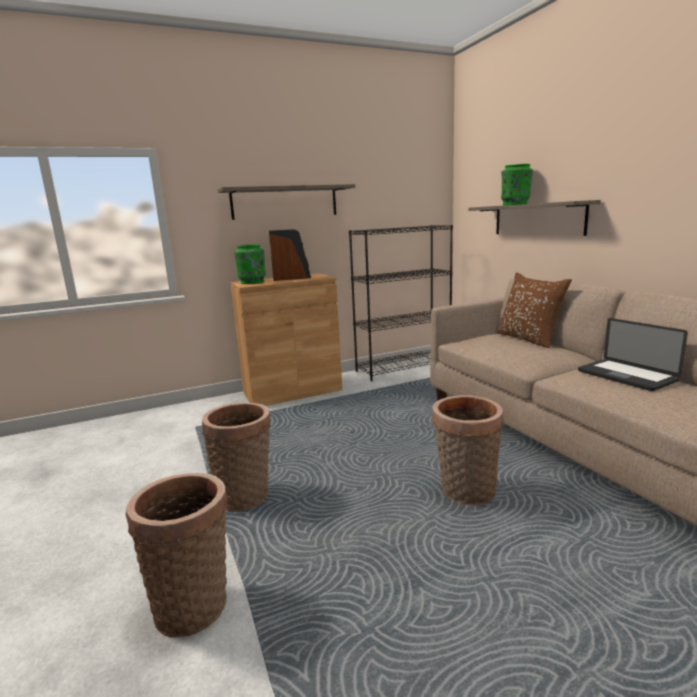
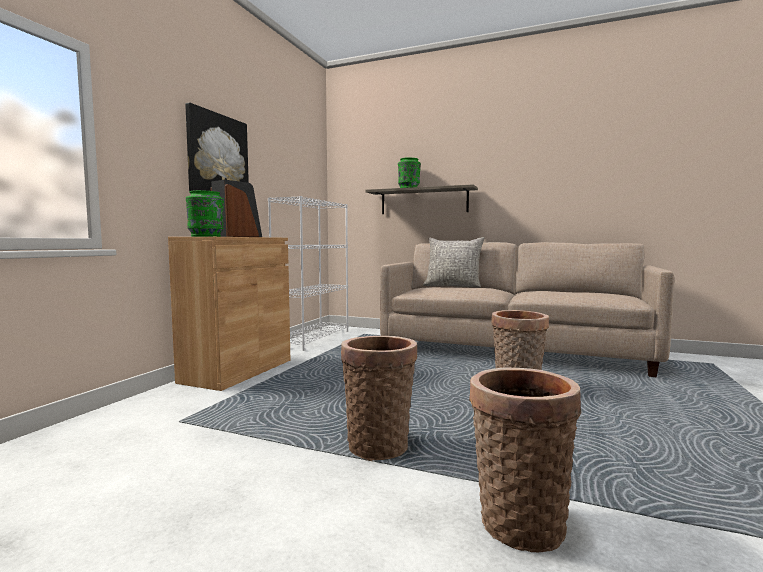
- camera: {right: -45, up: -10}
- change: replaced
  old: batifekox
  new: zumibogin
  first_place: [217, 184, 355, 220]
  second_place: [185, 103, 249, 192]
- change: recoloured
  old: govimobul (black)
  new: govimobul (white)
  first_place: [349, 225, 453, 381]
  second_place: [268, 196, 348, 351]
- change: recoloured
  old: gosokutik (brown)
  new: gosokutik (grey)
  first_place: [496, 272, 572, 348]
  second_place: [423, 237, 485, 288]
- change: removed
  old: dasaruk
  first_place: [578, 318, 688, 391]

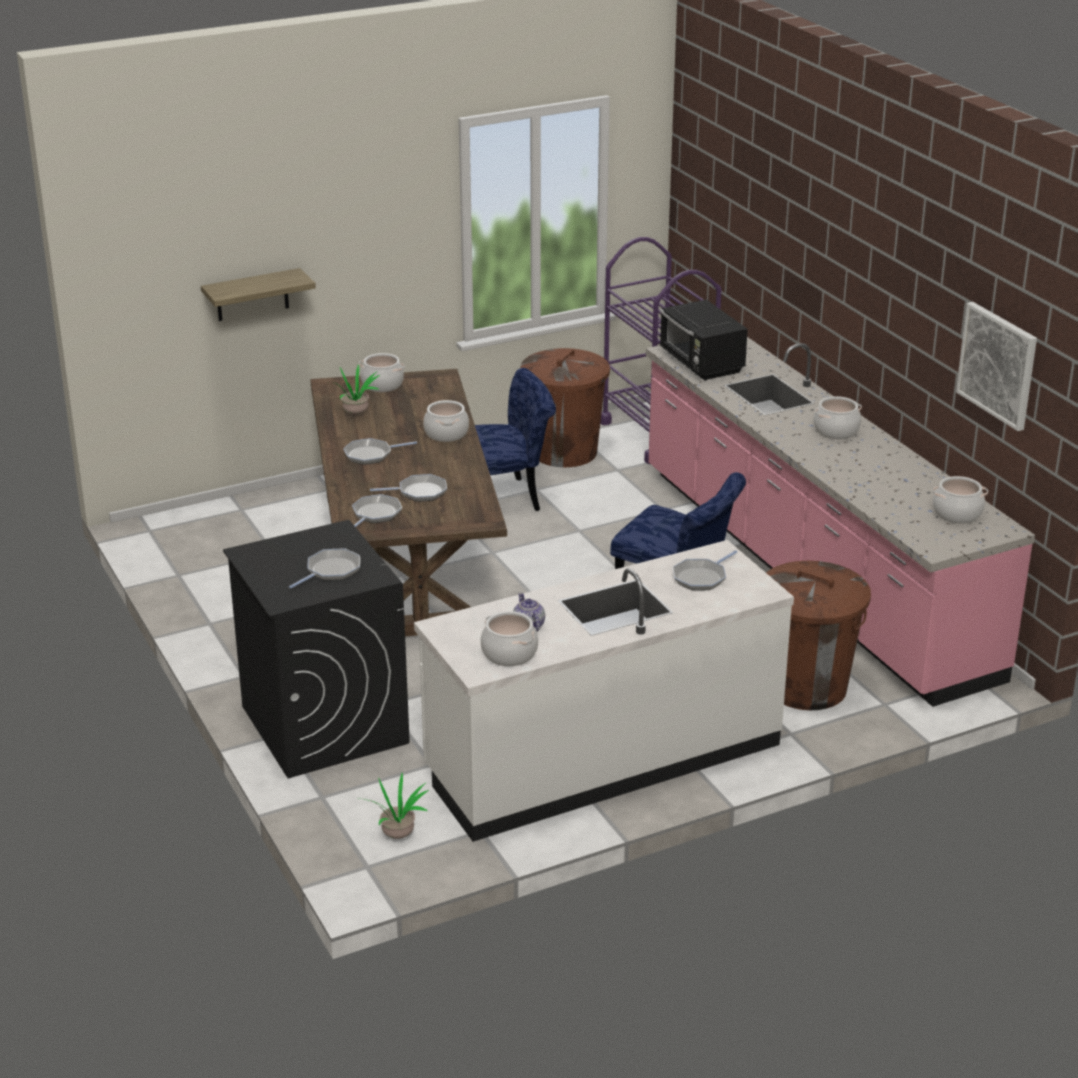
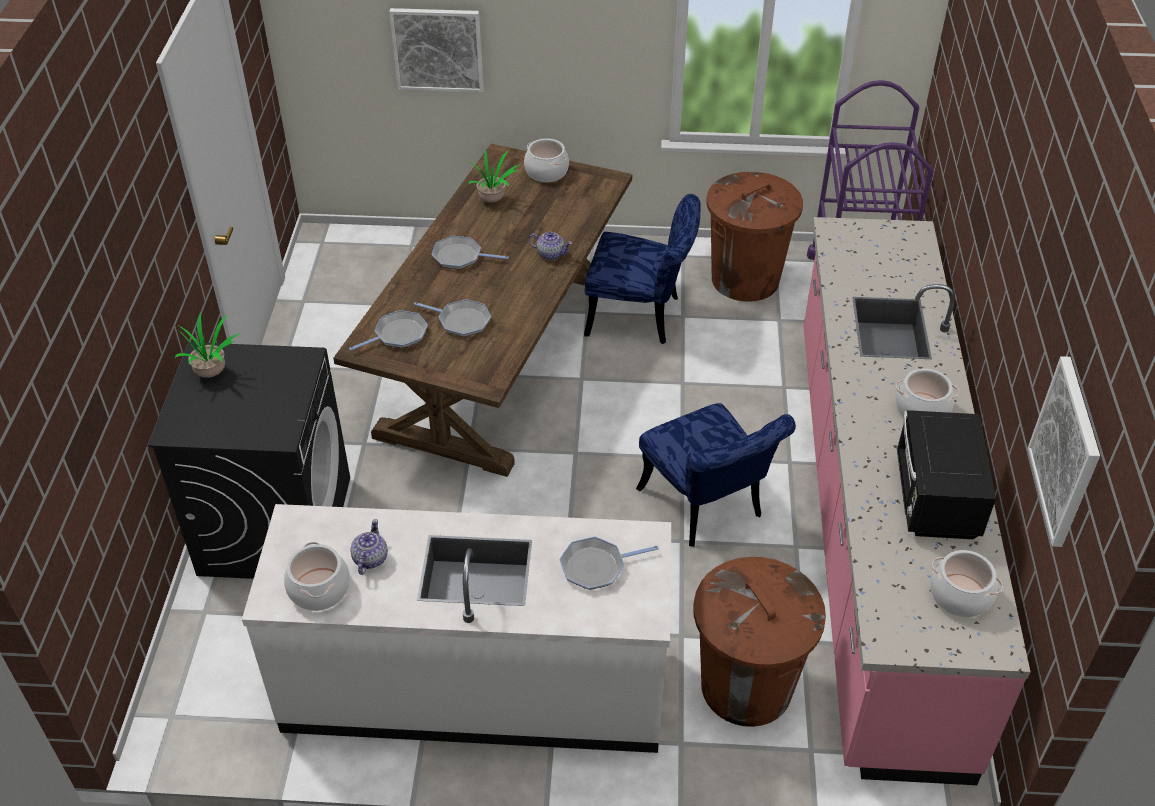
- camera: {right: 30, up: 15}
- change: replaced
  old: batifekox
  new: zumibogin
  first_place: [201, 268, 316, 321]
  second_place: [389, 8, 484, 92]
- change: removed
  old: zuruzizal
  first_place: [289, 549, 360, 589]
- change: moved
  old: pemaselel
  first_place: [364, 773, 429, 839]
  second_place: [175, 312, 240, 378]
- change: replaced
  old: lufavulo
  new: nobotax
  first_place: [423, 400, 469, 442]
  second_place: [529, 232, 572, 260]
- change: moved
  old: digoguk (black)
  first_place: [660, 300, 748, 380]
  second_place: [897, 410, 996, 539]

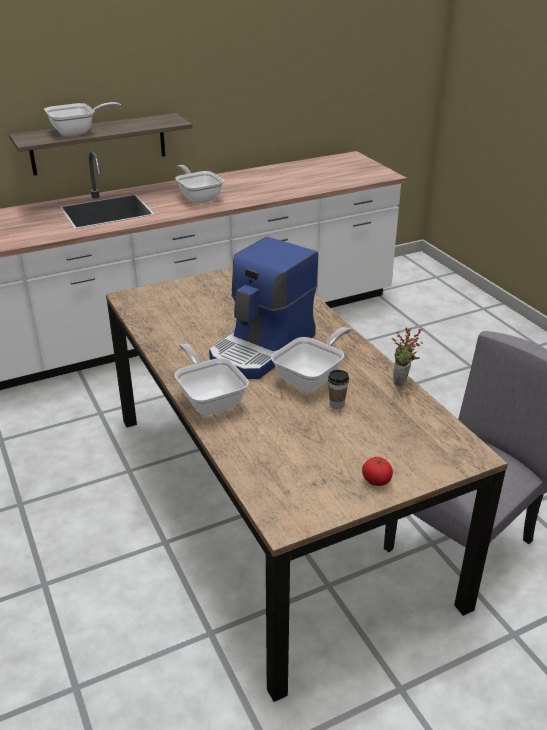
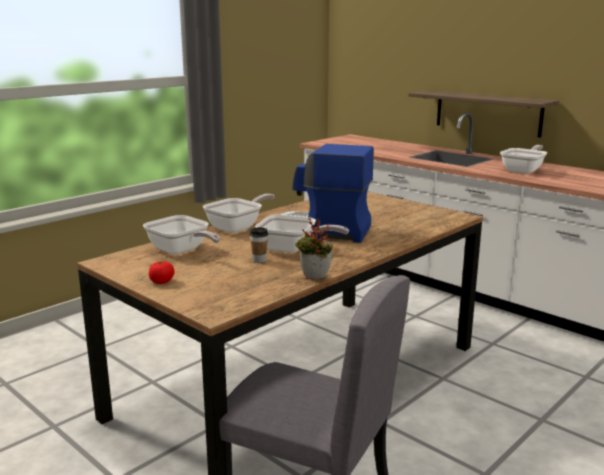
- camera: {right: 70, up: -15}
- change: moved
  old: zuruzizal
  first_place: [44, 102, 122, 136]
  second_place: [143, 215, 220, 255]

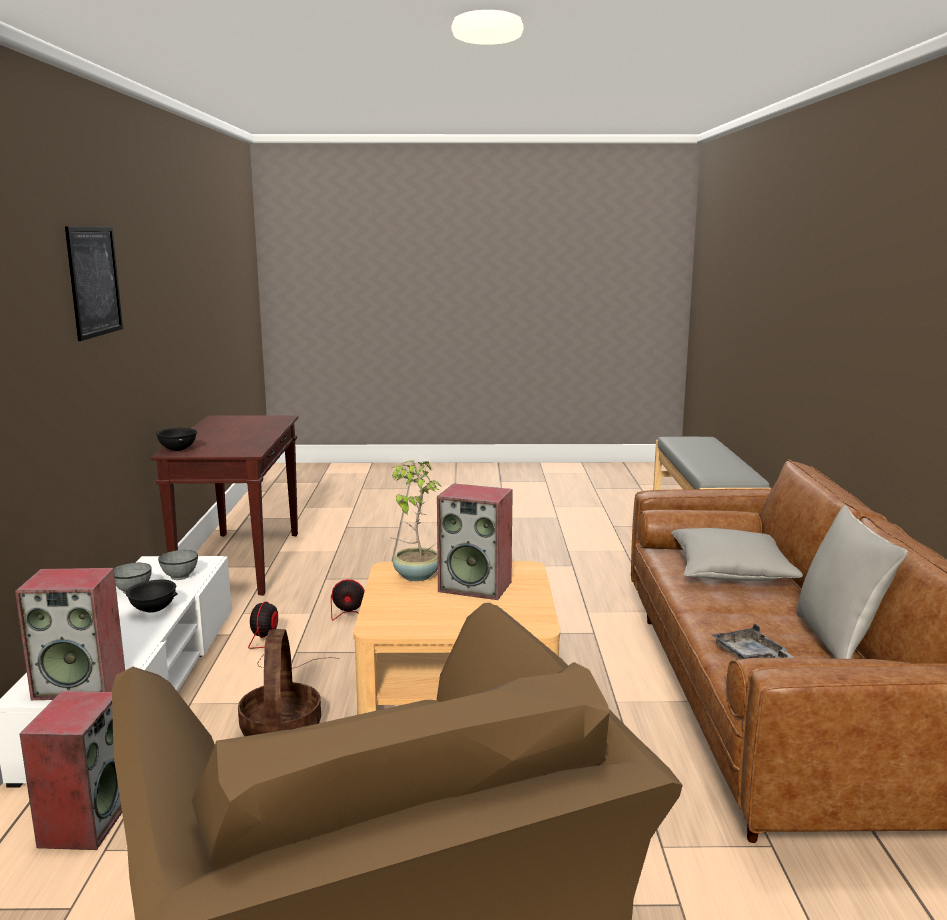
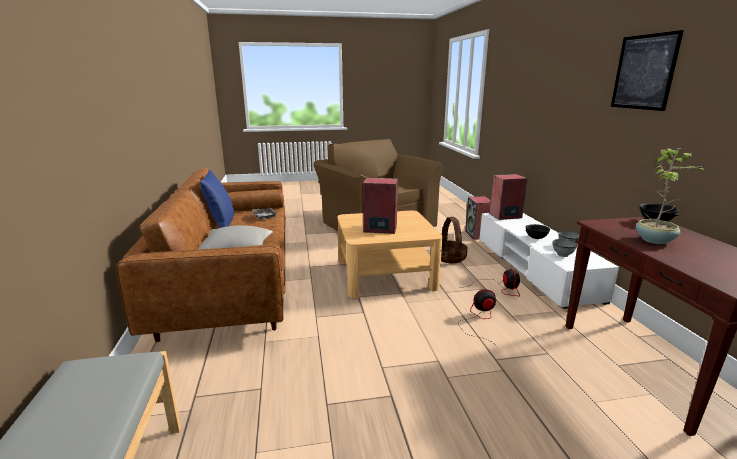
- camera: {right: 170, up: 5}
- change: moved
  old: pemaselel
  first_place: [392, 460, 442, 581]
  second_place: [636, 148, 707, 244]
- change: recoloured
  old: gosokutik (grey)
  new: gosokutik (blue)
  first_place: [796, 505, 908, 659]
  second_place: [200, 170, 235, 228]

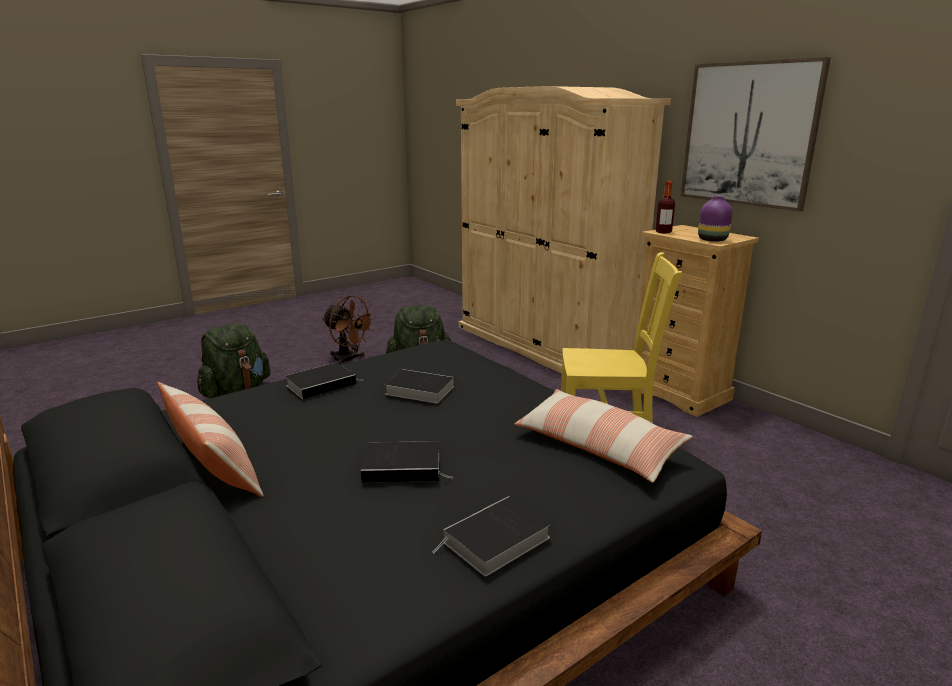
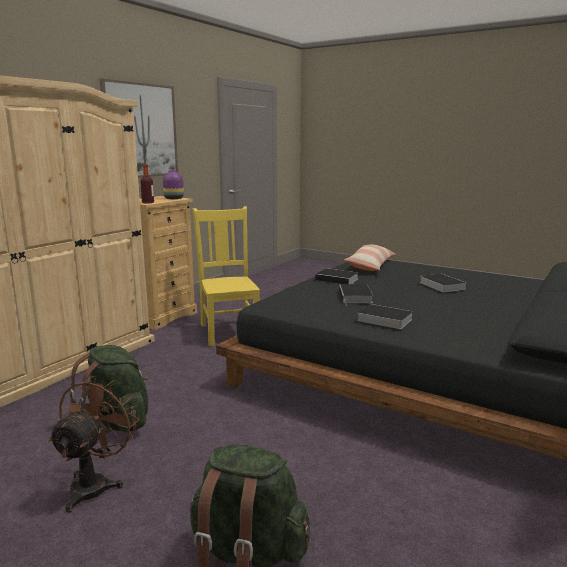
- camera: {right: -110, up: -5}
- change: removed
  old: gosokutik
  first_place: [158, 382, 264, 497]
- change: moved
  old: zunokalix
  first_place: [432, 496, 551, 576]
  second_place: [315, 268, 358, 284]

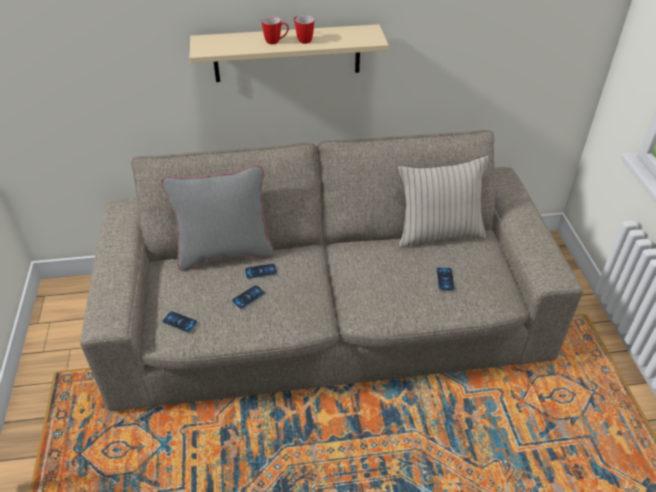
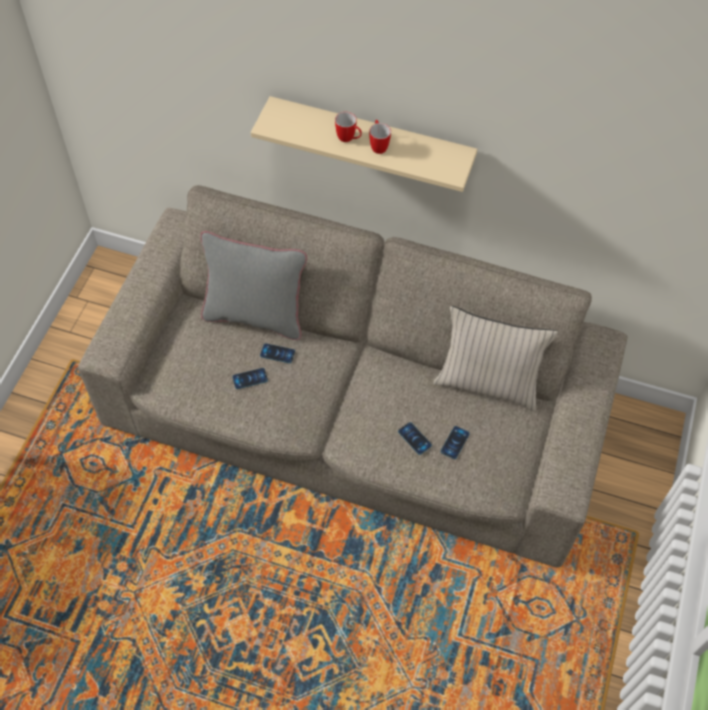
- camera: {right: 25, up: 15}
- change: moved
  old: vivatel
  first_place: [162, 311, 197, 333]
  second_place: [398, 422, 432, 455]

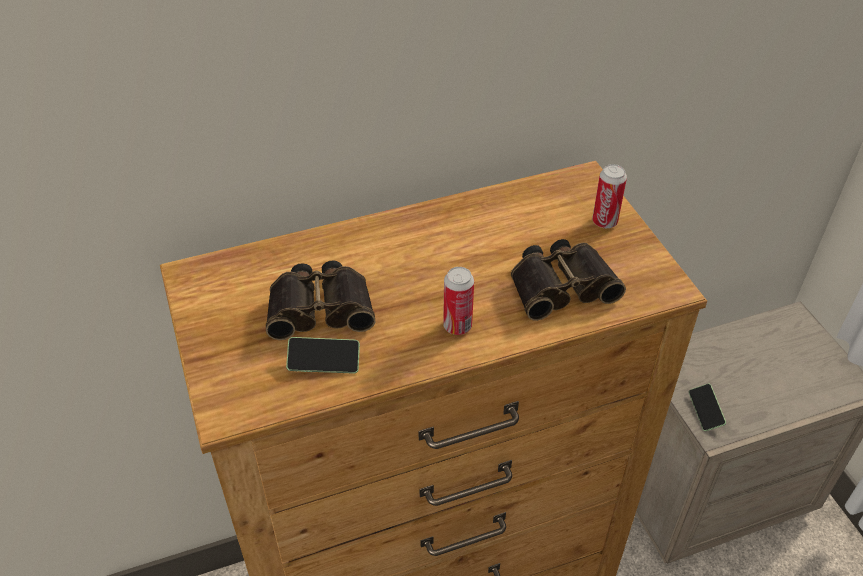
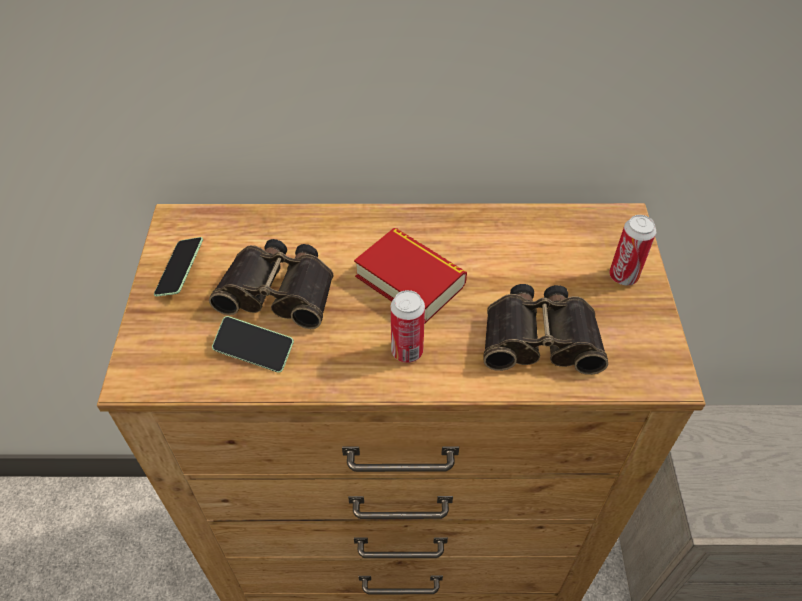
- camera: {right: 20, up: 5}
- change: moved
  old: vivatel
  first_place: [689, 384, 726, 431]
  second_place: [154, 237, 203, 297]
- change: added
  new: zunokalix
  second_place: [354, 228, 467, 324]

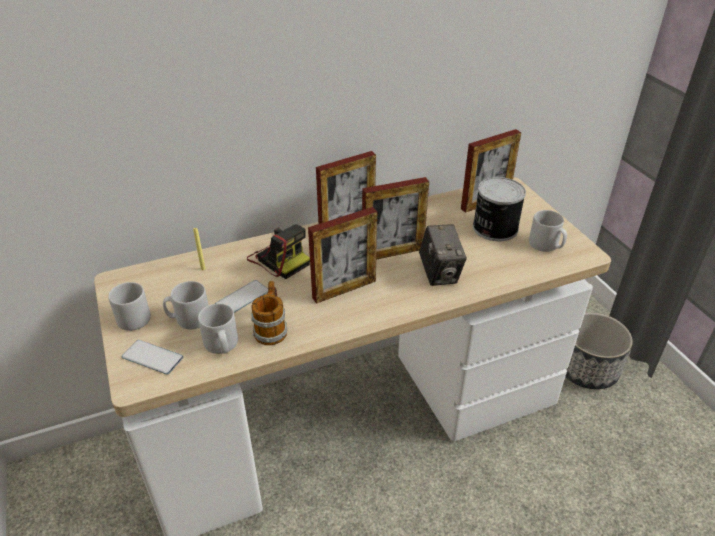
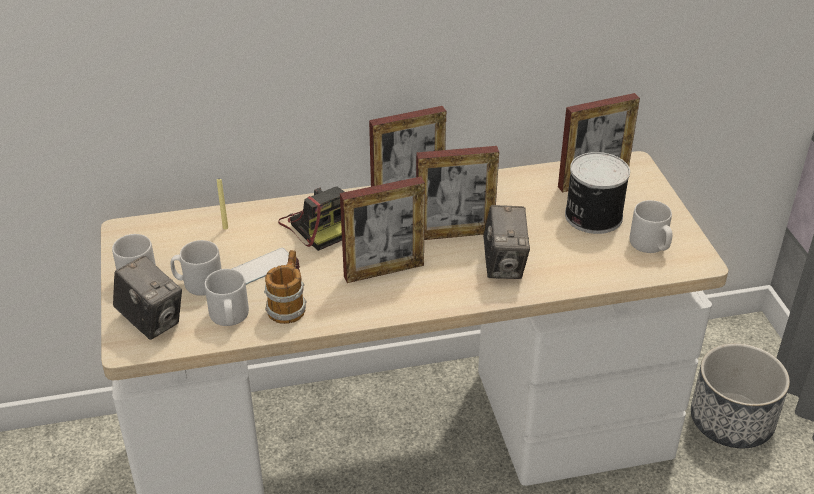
- camera: {right: 10, up: 0}
- change: replaced
  old: vivatel
  new: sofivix
  first_place: [122, 340, 183, 375]
  second_place: [113, 256, 182, 340]

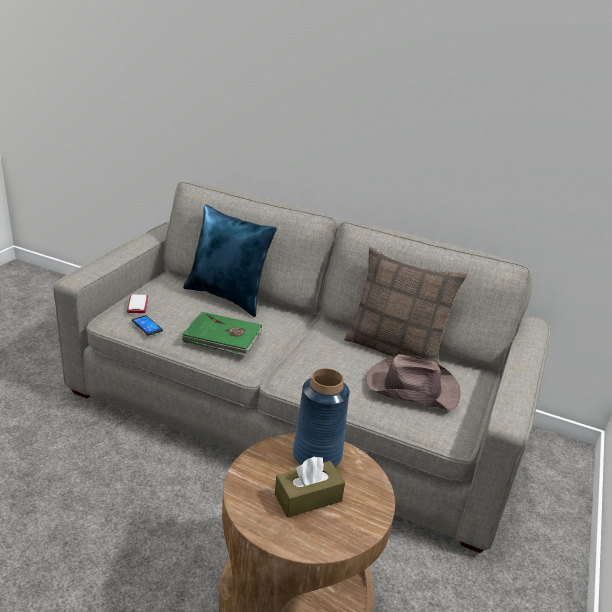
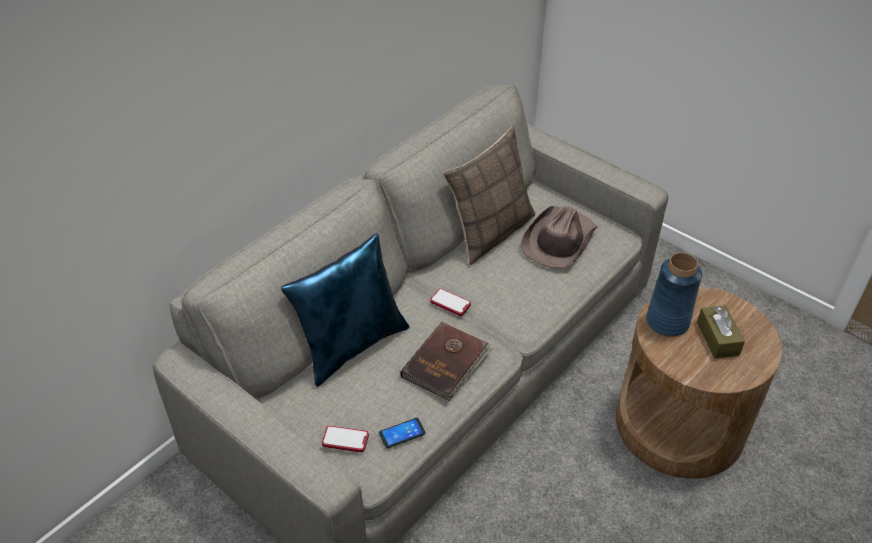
- camera: {right: -70, up: 15}
- change: recoloured
  old: zunokalix (green)
  new: zunokalix (brown)
  first_place: [182, 312, 262, 356]
  second_place: [400, 322, 493, 401]
- change: added
  new: vivatel
  second_place: [430, 288, 471, 316]

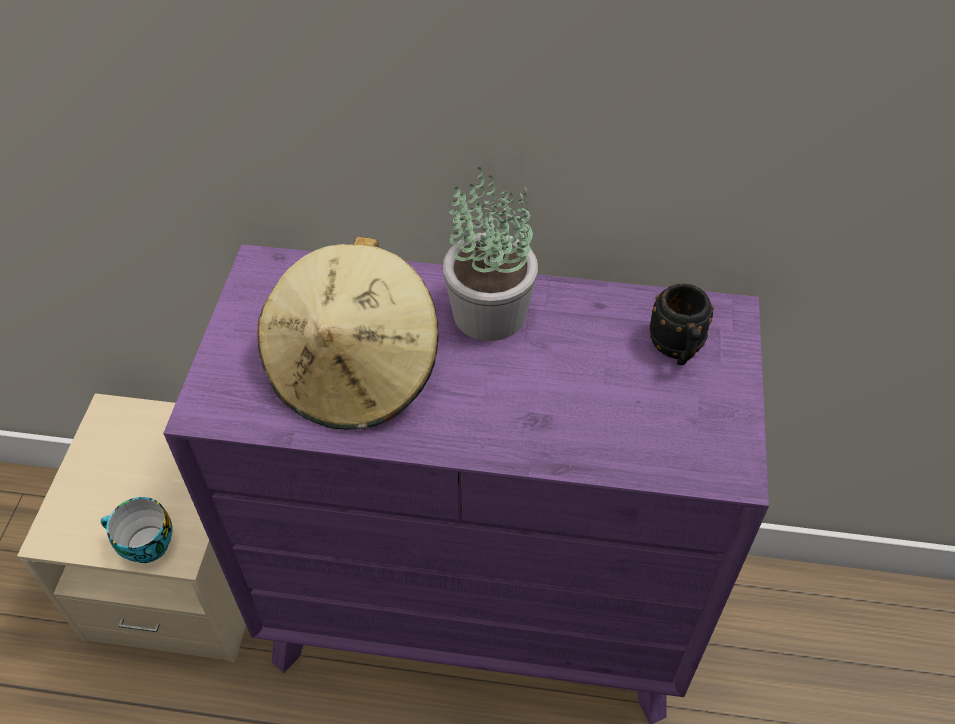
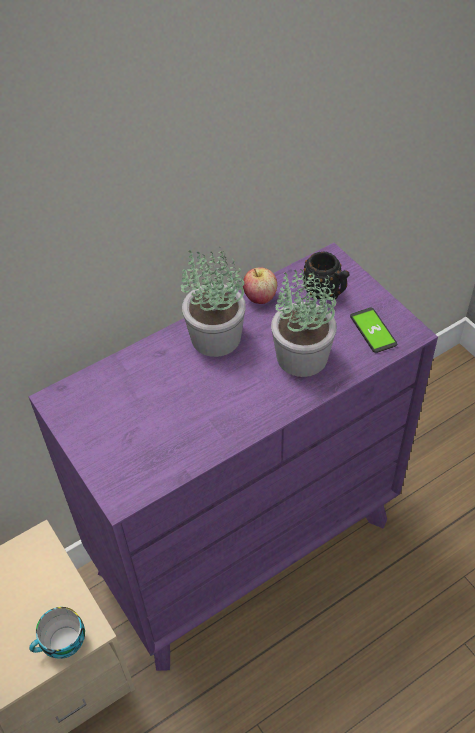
- camera: {right: -40, up: 0}
- change: removed
  old: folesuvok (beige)
  first_place: [257, 237, 439, 430]
- change: added
  new: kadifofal
  second_place: [243, 267, 277, 304]
- change: added
  new: pemaselel
  second_place: [271, 269, 337, 377]
- change: added
  new: vivatel
  second_place: [350, 308, 397, 353]

